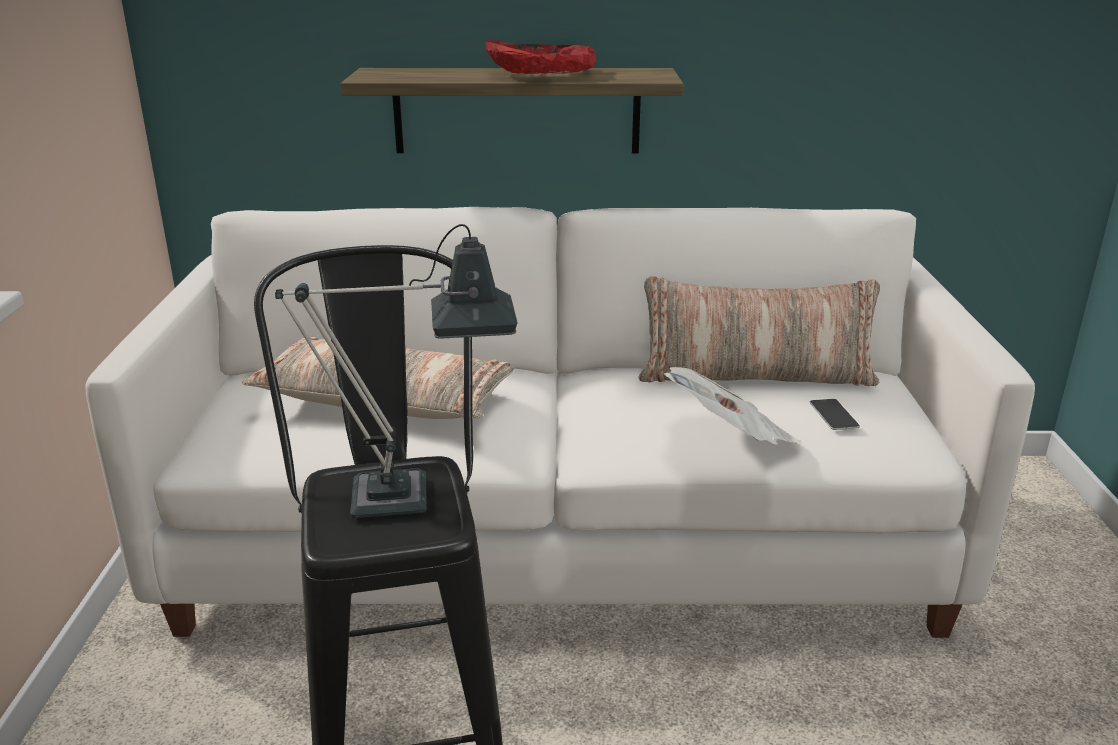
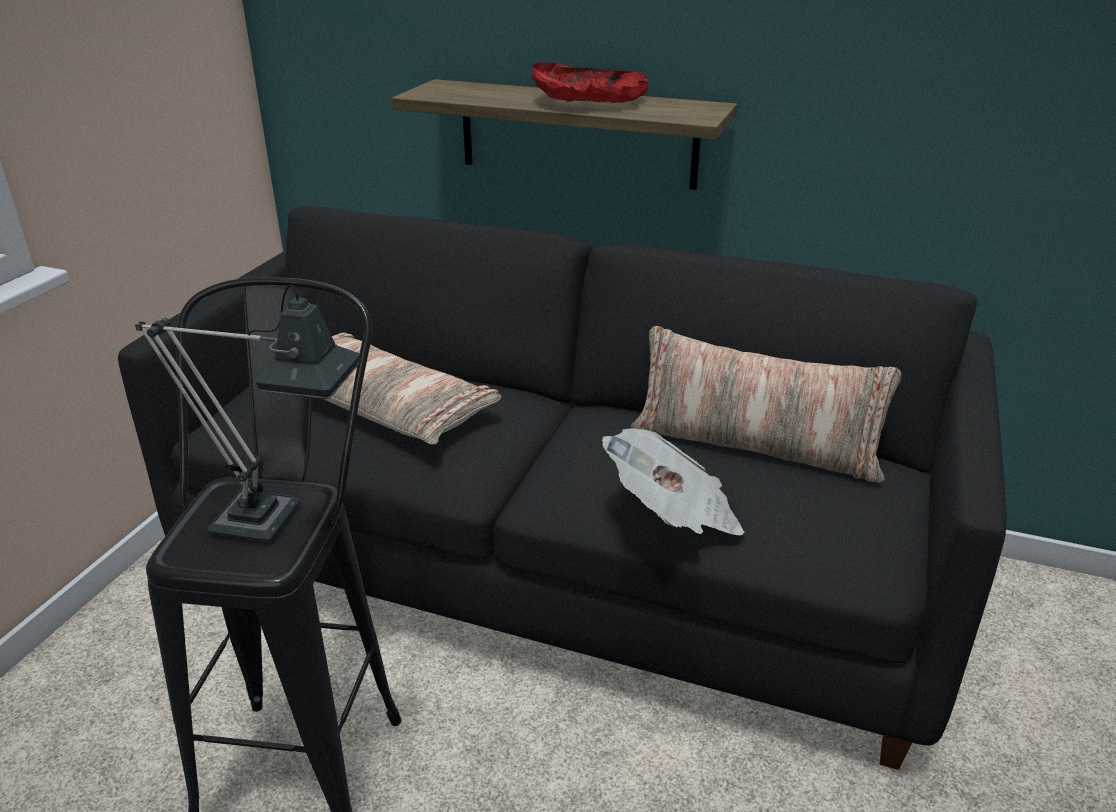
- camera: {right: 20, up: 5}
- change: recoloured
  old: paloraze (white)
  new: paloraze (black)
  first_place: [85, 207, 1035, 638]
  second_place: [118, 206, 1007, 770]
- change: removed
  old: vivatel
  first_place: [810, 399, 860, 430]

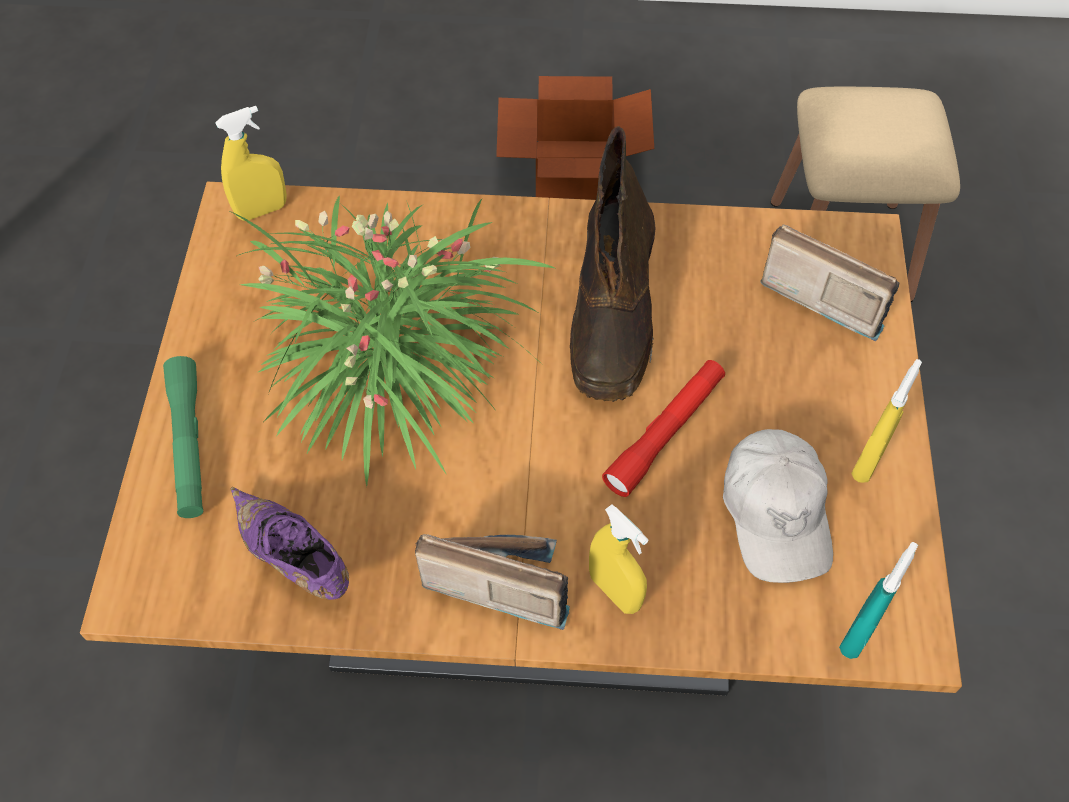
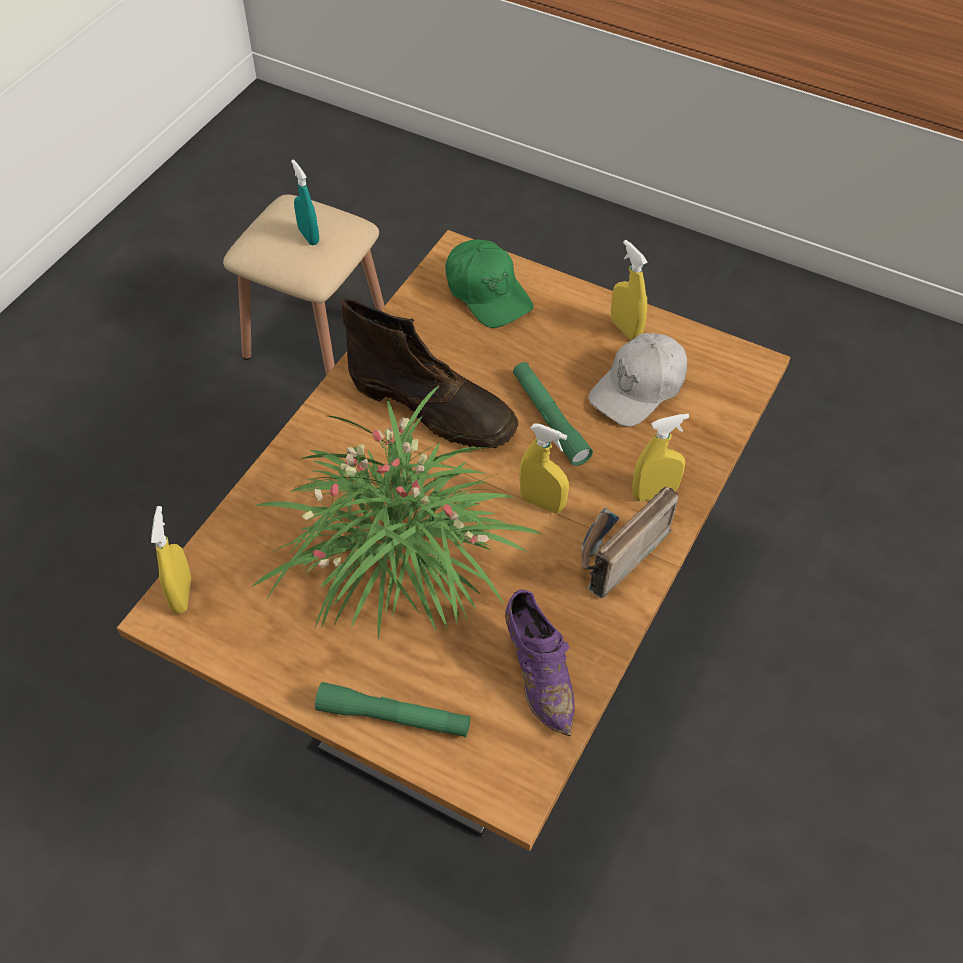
- camera: {right: -65, up: -5}
- change: turned
  old: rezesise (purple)
  first_place: [230, 487, 349, 600]
  second_place: [505, 590, 575, 736]
  degrees: -90
- change: removed
  old: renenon
  first_place: [496, 76, 654, 200]
- change: recoloured
  old: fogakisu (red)
  new: fogakisu (green)
  first_place: [602, 360, 725, 497]
  second_place: [513, 362, 593, 466]
- change: turned
  old: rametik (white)
  first_place: [723, 429, 833, 583]
  second_place: [588, 333, 687, 427]
  degrees: 120
- change: replaced
  old: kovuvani
  new: rametik (green)
  first_place: [761, 224, 899, 341]
  second_place: [445, 239, 533, 328]
- change: moved
  old: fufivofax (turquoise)
  first_place: [839, 542, 918, 659]
  second_place: [291, 160, 319, 245]
- change: added
  new: fufivofax (yellow)
  second_place: [519, 424, 569, 513]

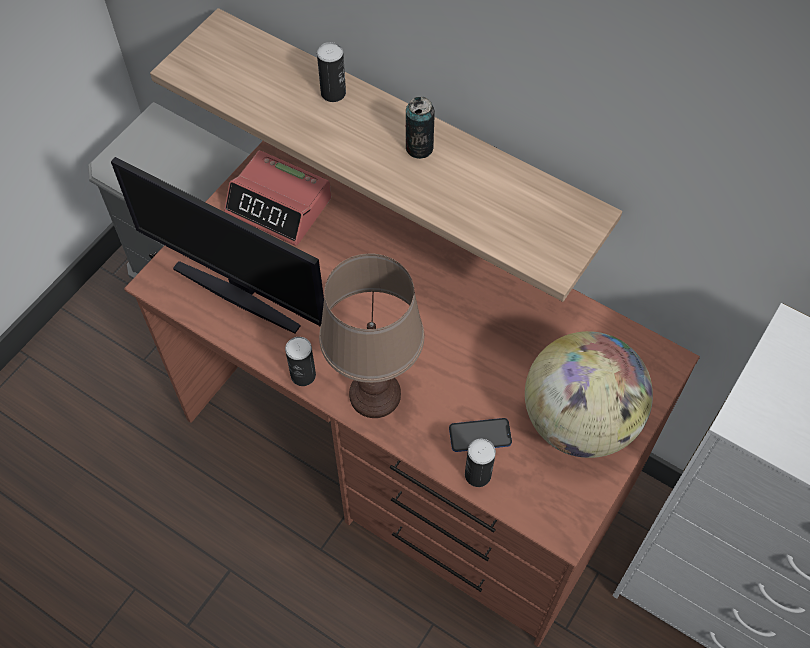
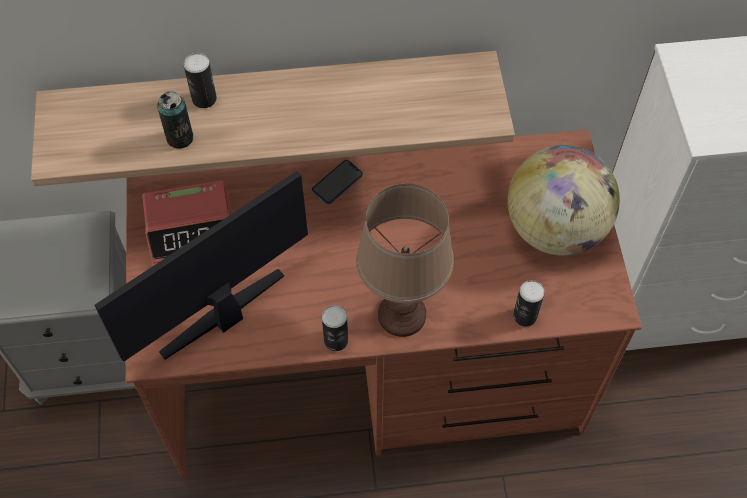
- camera: {right: -40, up: 0}
- change: turned
  old: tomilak
  first_place: [111, 157, 324, 334]
  second_place: [94, 171, 308, 362]
  degrees: 150
- change: moved
  old: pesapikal
  first_place: [406, 97, 435, 159]
  second_place: [157, 91, 193, 149]
- change: moved
  old: vivatel
  first_place: [449, 418, 512, 452]
  second_place: [312, 160, 363, 204]

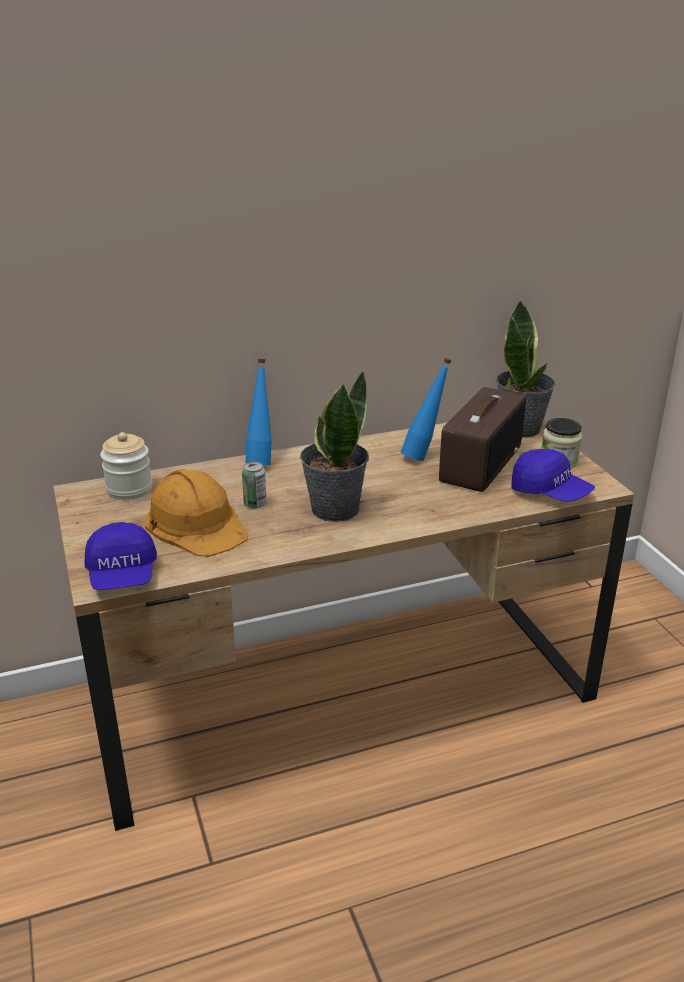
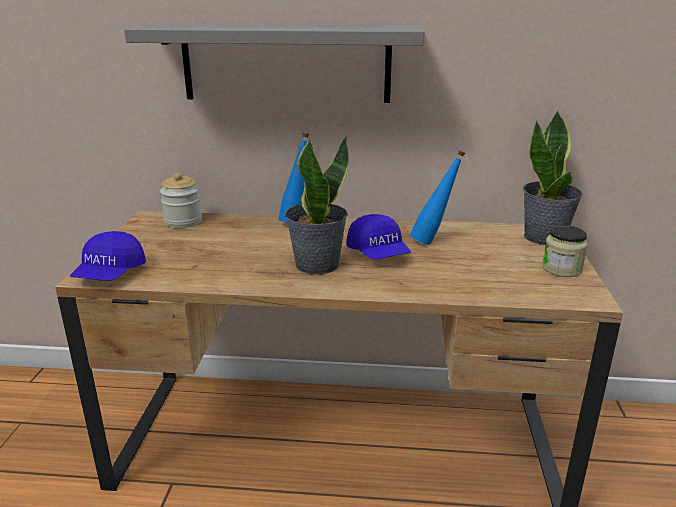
- camera: {right: 25, up: -5}
- change: removed
  old: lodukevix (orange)
  first_place: [145, 469, 249, 557]
- change: removed
  old: pesapikal
  first_place: [242, 462, 267, 509]
- change: removed
  old: kovuvani
  first_place: [439, 387, 526, 492]
- change: moved
  old: rametik (blue)
  first_place: [511, 449, 595, 502]
  second_place: [346, 214, 411, 260]
- change: added
  new: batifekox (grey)
  second_place: [124, 23, 425, 103]

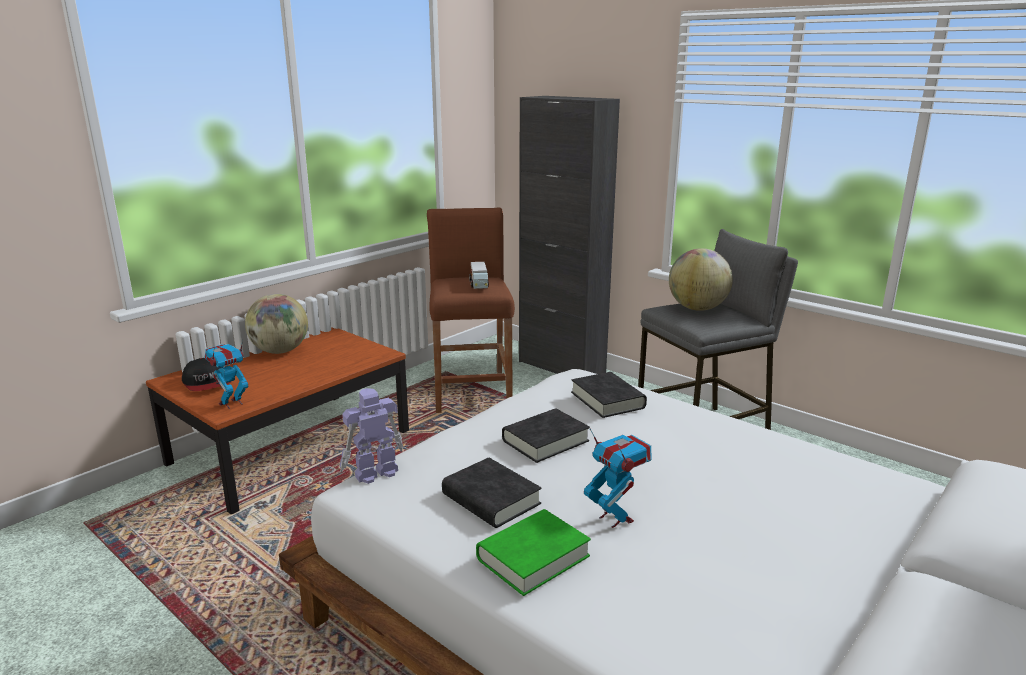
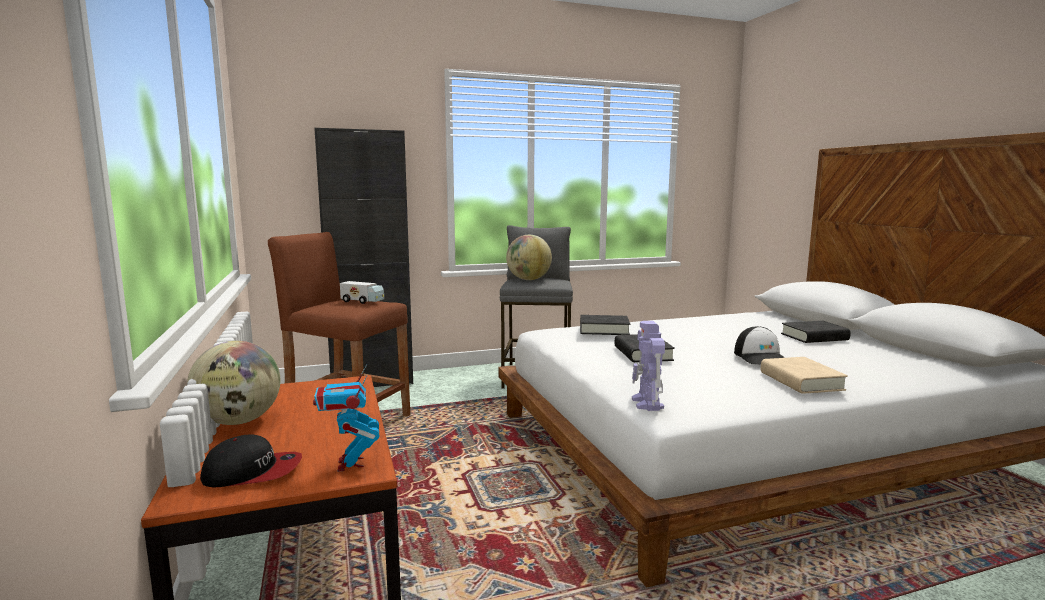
- camera: {right: -60, up: -10}
- change: moved
  old: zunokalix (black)
  first_place: [442, 457, 541, 528]
  second_place: [781, 321, 851, 343]
- change: recoloured
  old: zunokalix (green)
  new: zunokalix (beige)
  first_place: [476, 509, 591, 596]
  second_place: [761, 357, 848, 394]
- change: replaced
  old: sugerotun
  new: rametik
  first_place: [584, 428, 652, 528]
  second_place: [734, 326, 785, 364]

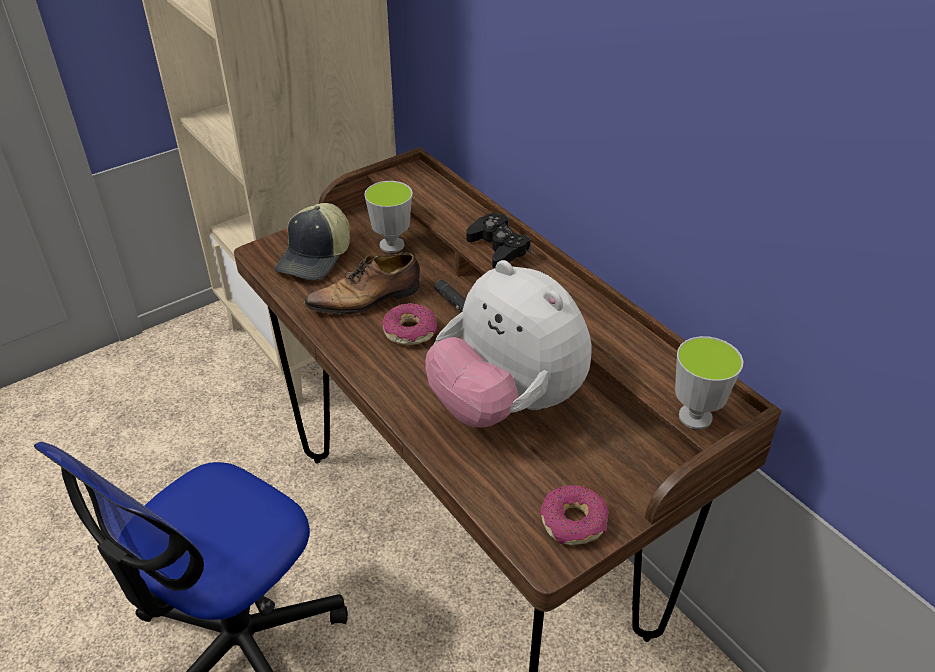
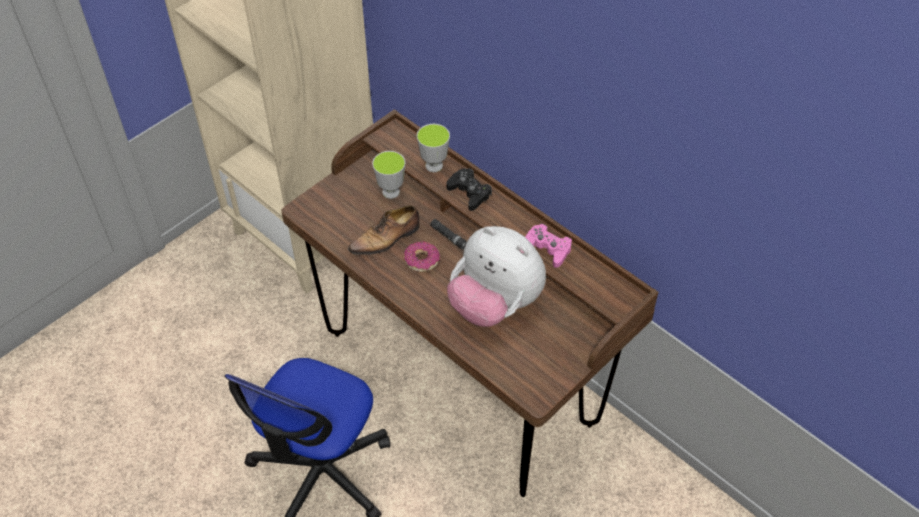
- camera: {right: -10, up: 10}
- change: removed
  old: rametik
  first_place: [275, 203, 350, 280]
- change: removed
  old: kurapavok
  first_place: [540, 485, 609, 545]
- change: moved
  old: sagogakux
  first_place: [675, 336, 743, 429]
  second_place: [417, 124, 450, 172]
- change: added
  new: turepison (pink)
  second_place: [525, 224, 572, 268]

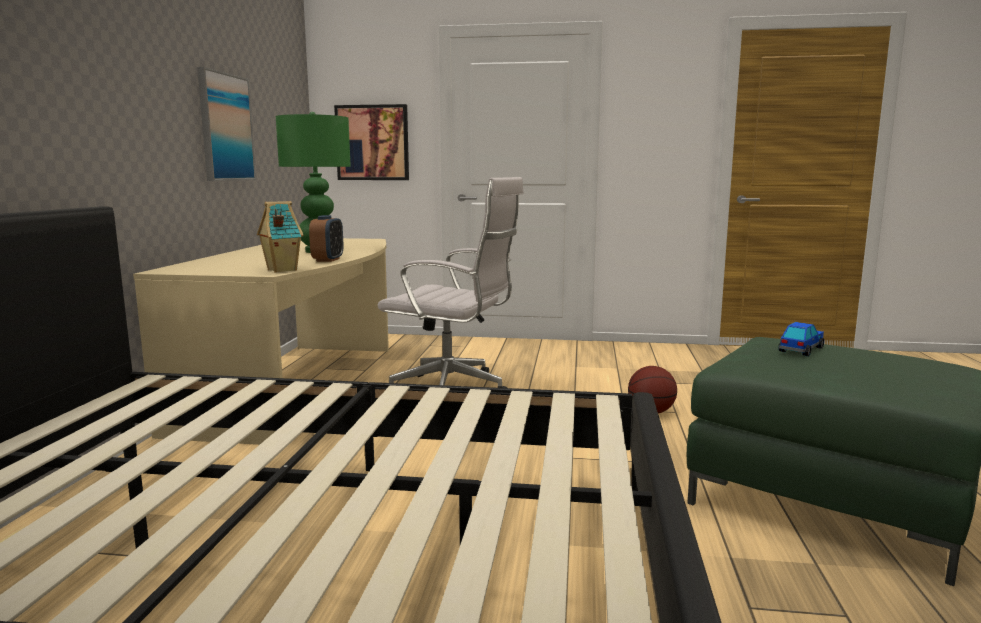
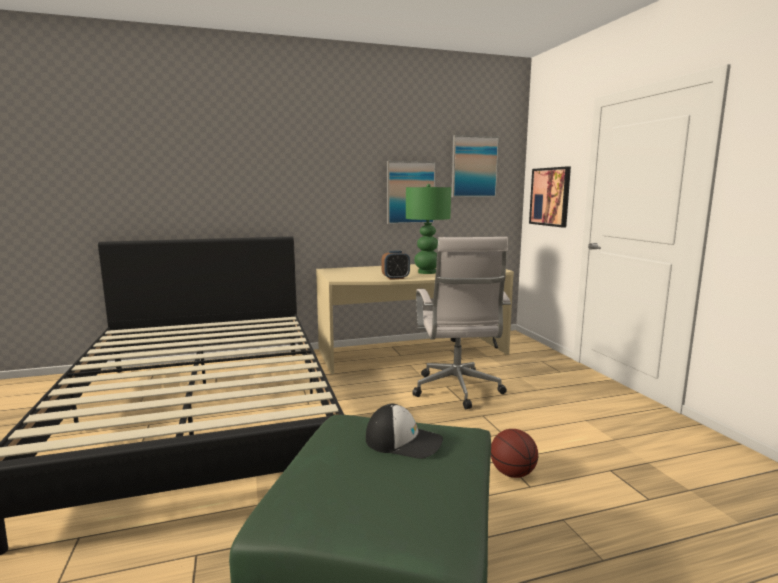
- camera: {right: 65, up: 0}
- change: removed
  old: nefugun
  first_place: [257, 201, 304, 273]
- change: replaced
  old: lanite
  new: rametik
  first_place: [779, 322, 824, 356]
  second_place: [366, 404, 443, 459]
- change: added
  new: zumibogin
  second_place: [452, 135, 499, 197]

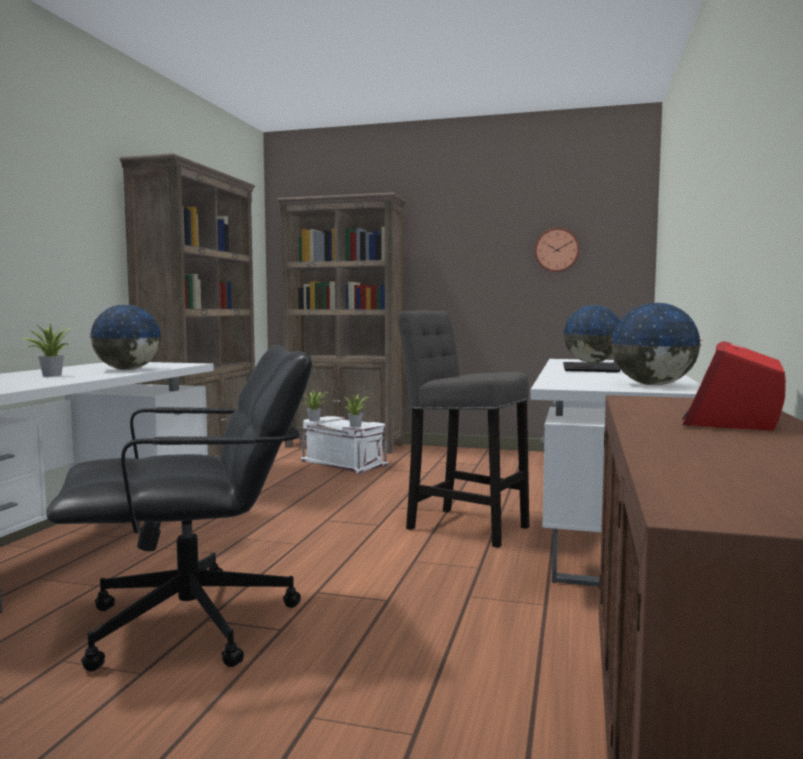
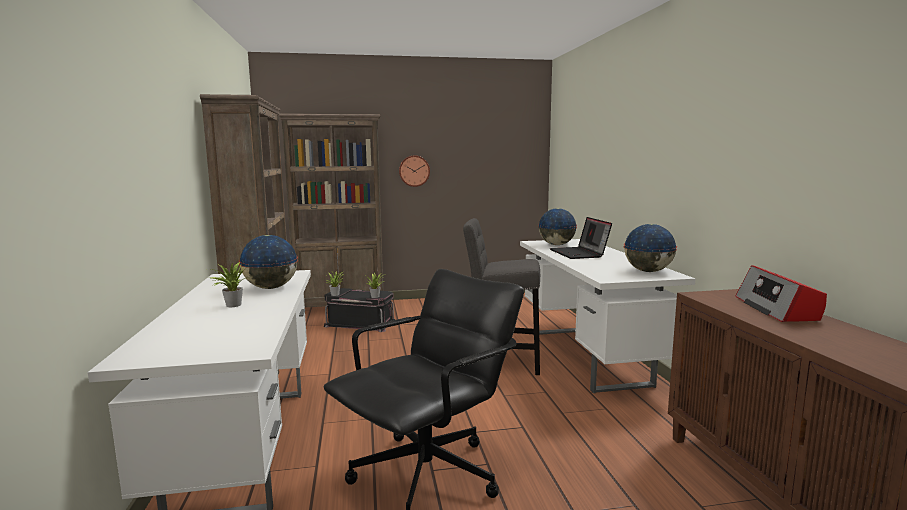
- camera: {right: -25, up: 5}
- change: recoloured
  old: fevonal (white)
  new: fevonal (black)
  first_place: [300, 416, 389, 474]
  second_place: [324, 288, 395, 332]
- change: moved
  old: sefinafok
  first_place: [535, 228, 580, 272]
  second_place: [399, 155, 430, 187]

